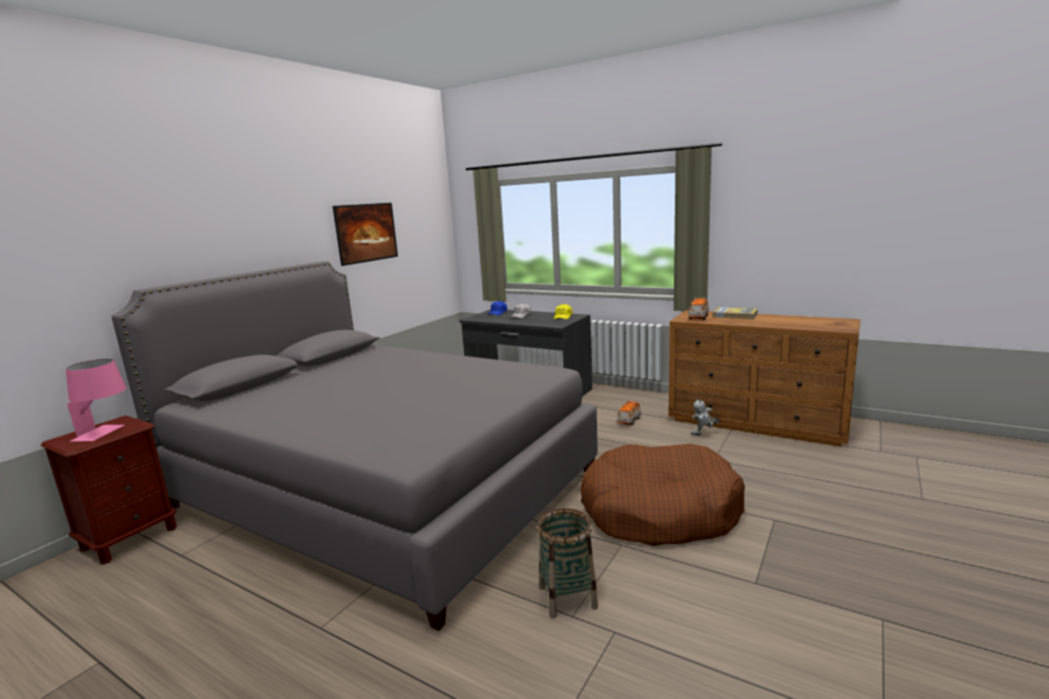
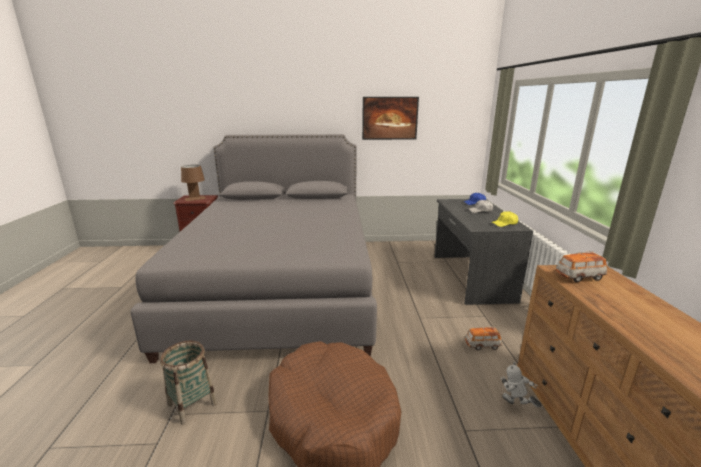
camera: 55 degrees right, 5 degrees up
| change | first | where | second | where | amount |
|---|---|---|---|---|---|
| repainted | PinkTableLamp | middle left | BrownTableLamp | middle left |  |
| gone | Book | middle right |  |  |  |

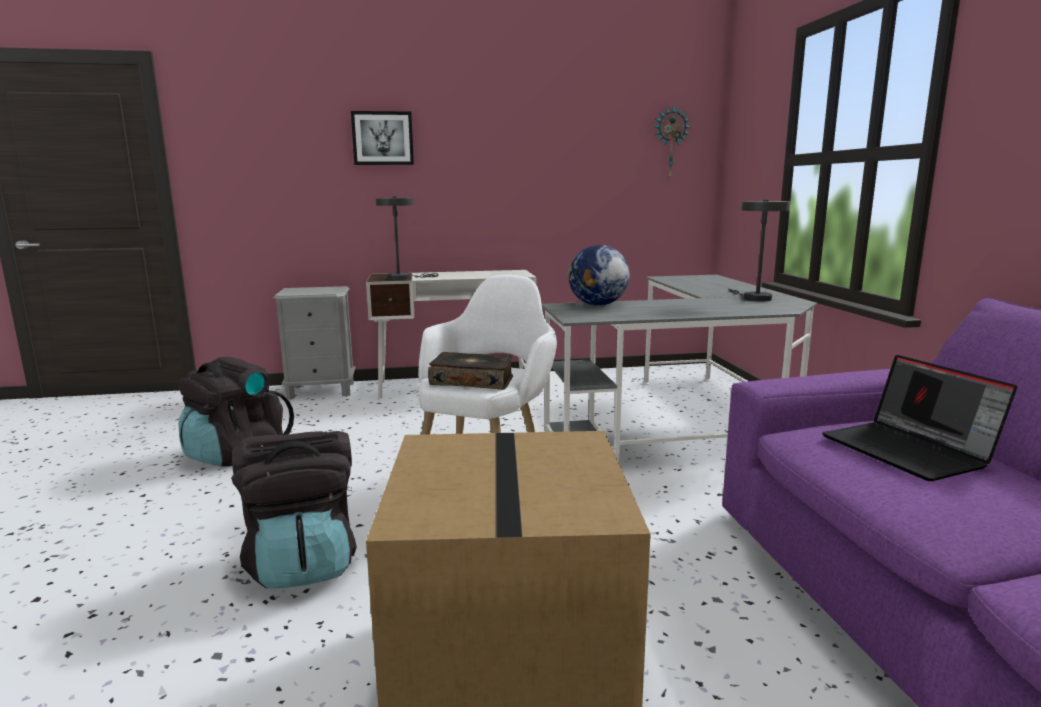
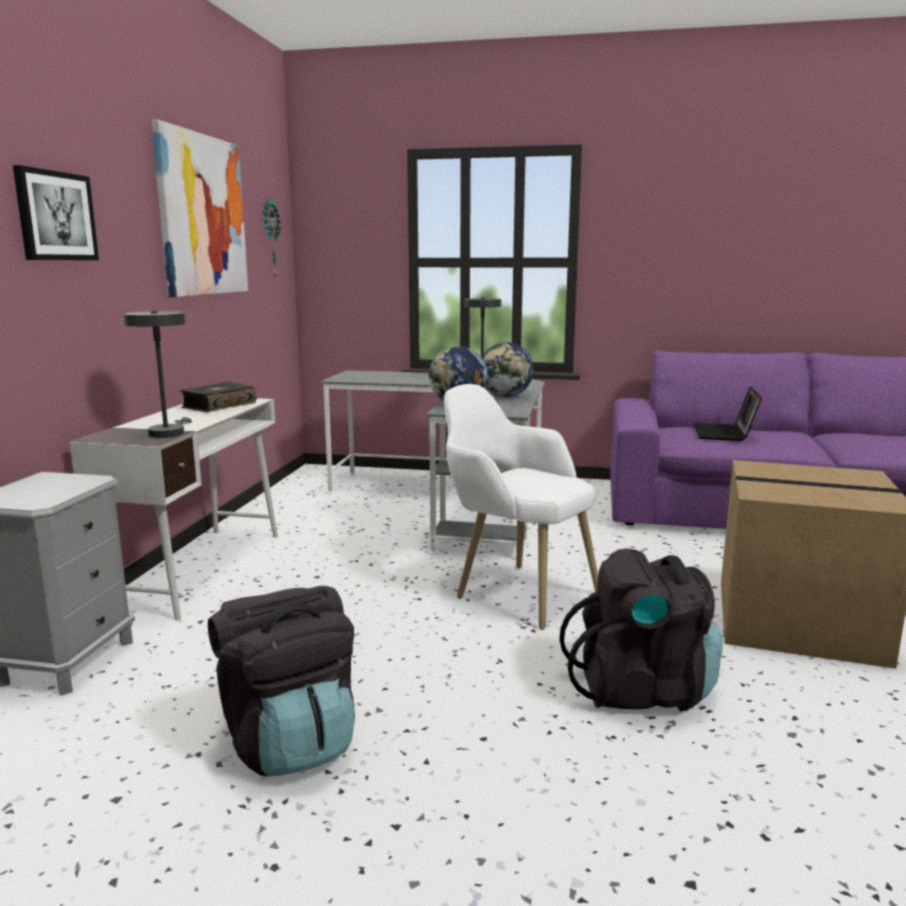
camera: 70 degrees left, 0 degrees up
| change | first | where | second | where | amount |
|---|---|---|---|---|---|
| new |  |  | Picture (no. 2 from left) | top left |  |
| shifted | Book | centre |  | middle left |  |
| new |  |  | Globe (no. 2 from left) | centre |  |
| rotated | Laptop | middle right |  | middle right | 105 degrees clockwise |

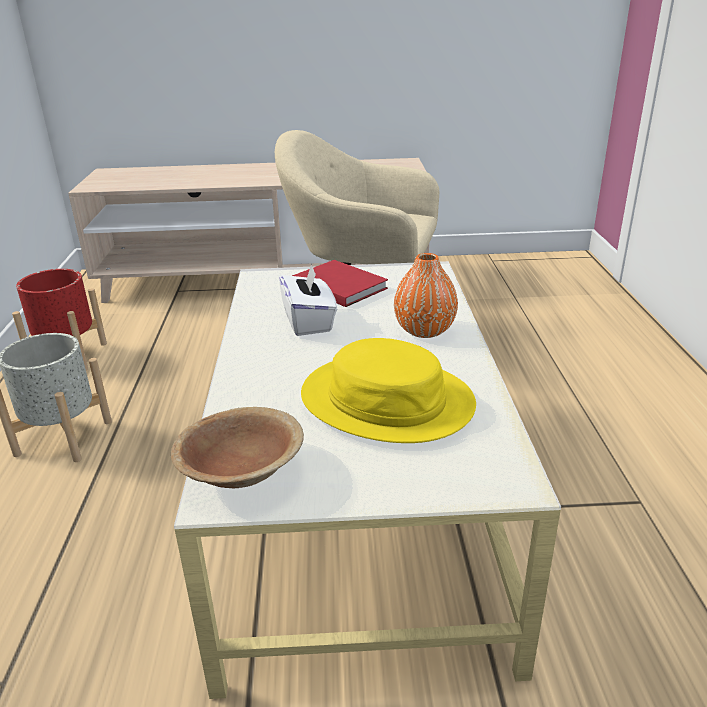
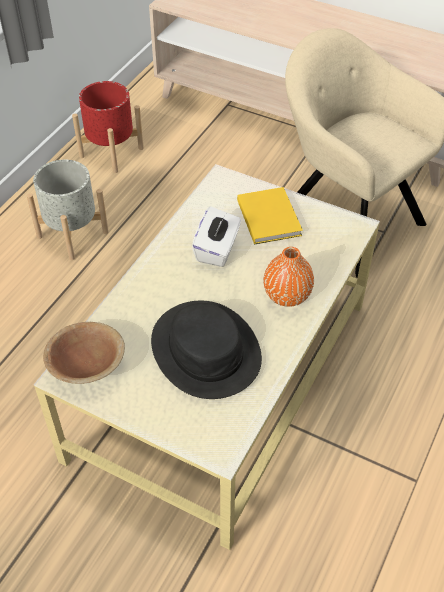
camera: 30 degrees right, 20 degrees up
| change | first | where | second | where | amount |
|---|---|---|---|---|---|
| repainted | YellowHat | centre | BlackHat | centre |  |
| repainted | RedBook | centre | YellowBook | centre |  |

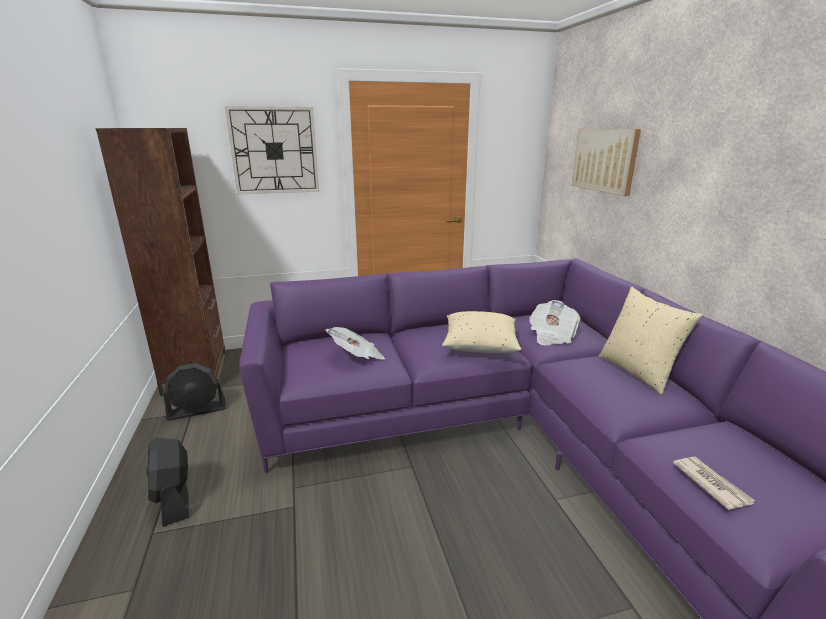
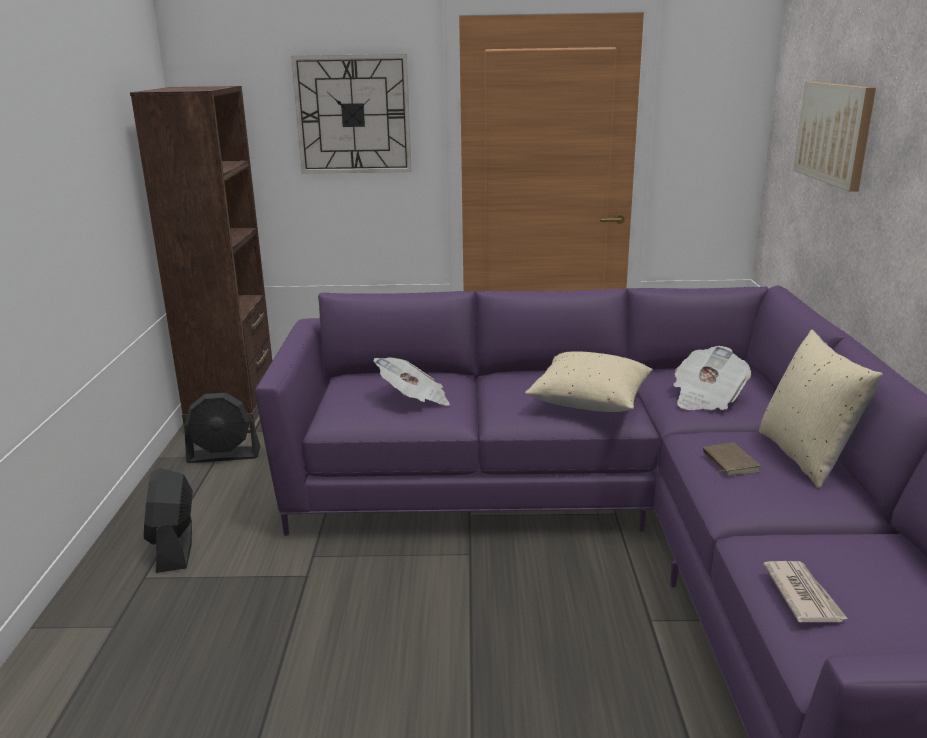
camera: 15 degrees right, 0 degrees up
| change | first | where | second | where | amount |
|---|---|---|---|---|---|
| new |  |  | BrownBook | middle right |  |

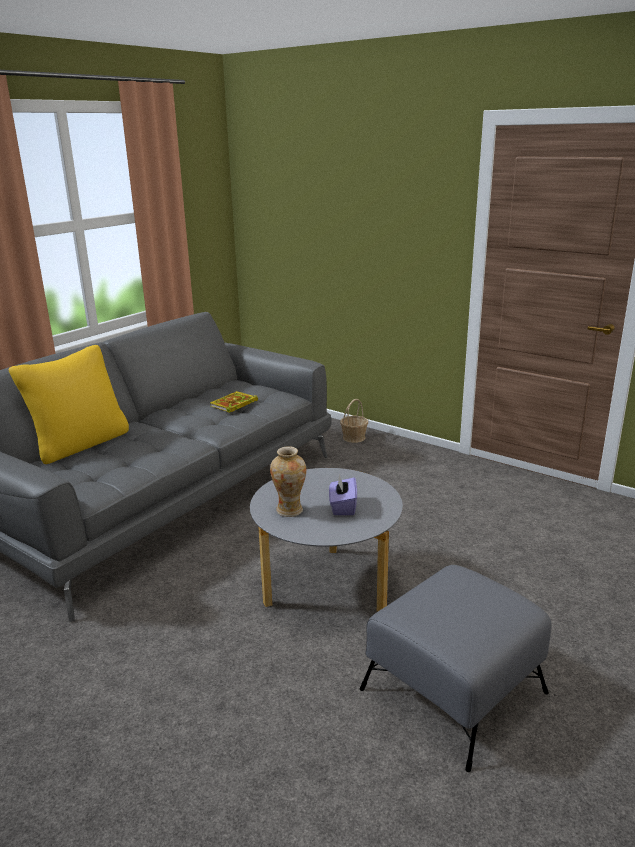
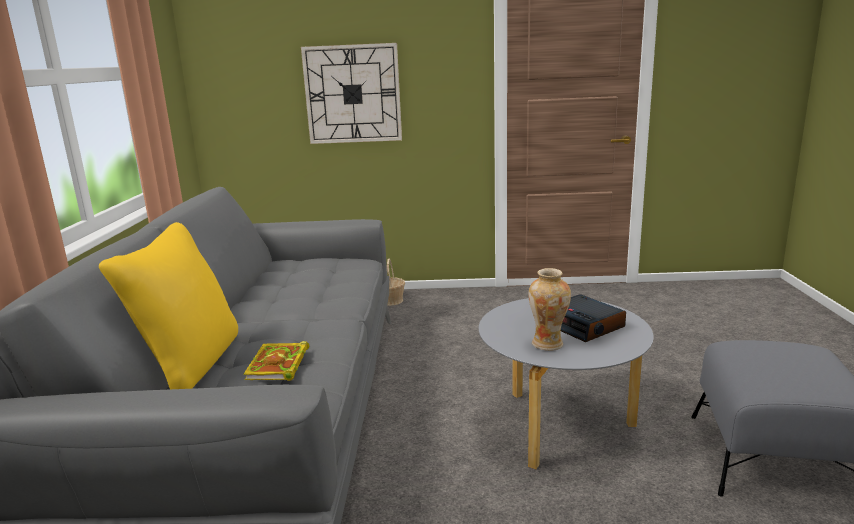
camera: 35 degrees left, 5 degrees down
| change | first | where | second | where | amount |
|---|---|---|---|---|---|
| shifted | Book | centre |  | bottom left |  |
| new |  |  | WallClock | top centre |  |
| swapped | PurpleTissueBox | centre | AlarmClock | middle right |  |

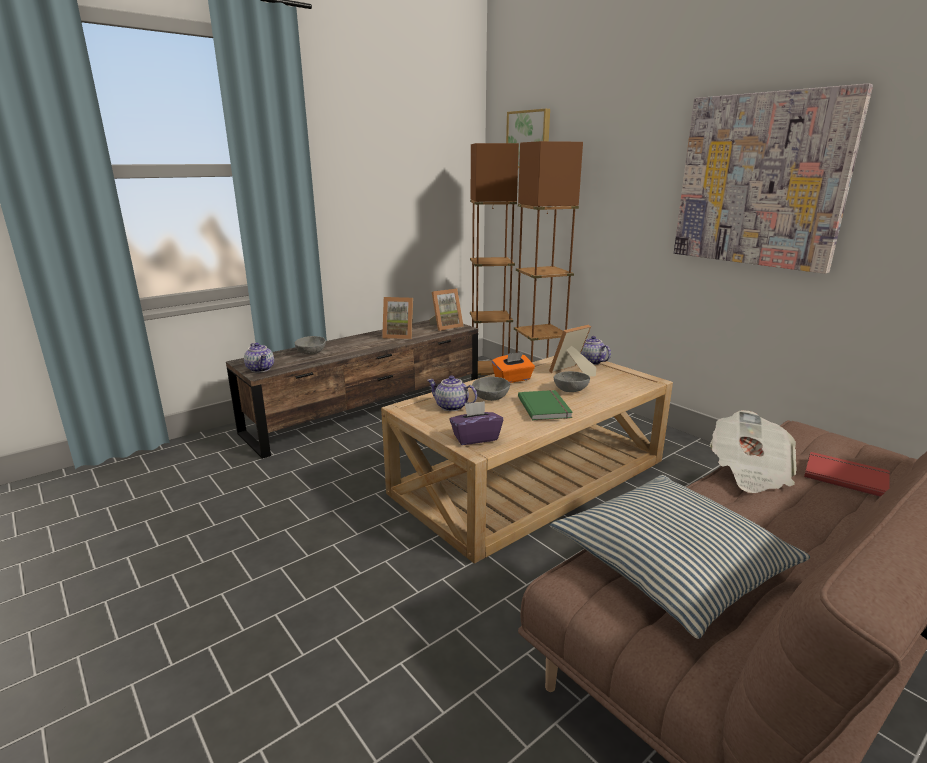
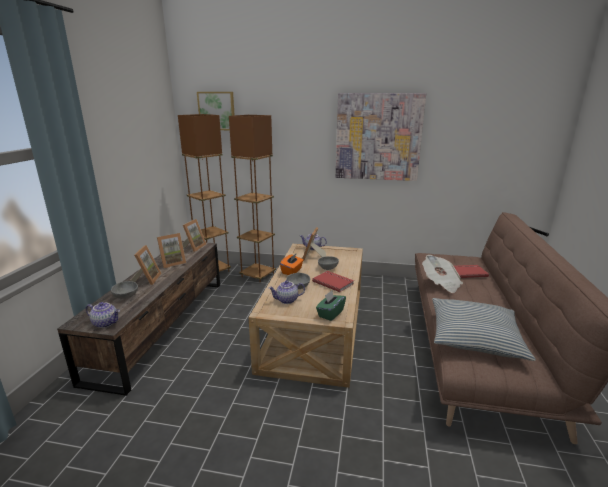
camera: 40 degrees left, 0 degrees up
| change | first | where | second | where | amount |
|---|---|---|---|---|---|
| new |  |  | PictureFrame (no. 1 from left) | middle left |  |
| repainted | GreenBook | centre | RedBook (no. 1 from left) | centre |  |
| repainted | PurpleTissueBox | centre | GreenTissueBox | centre |  |

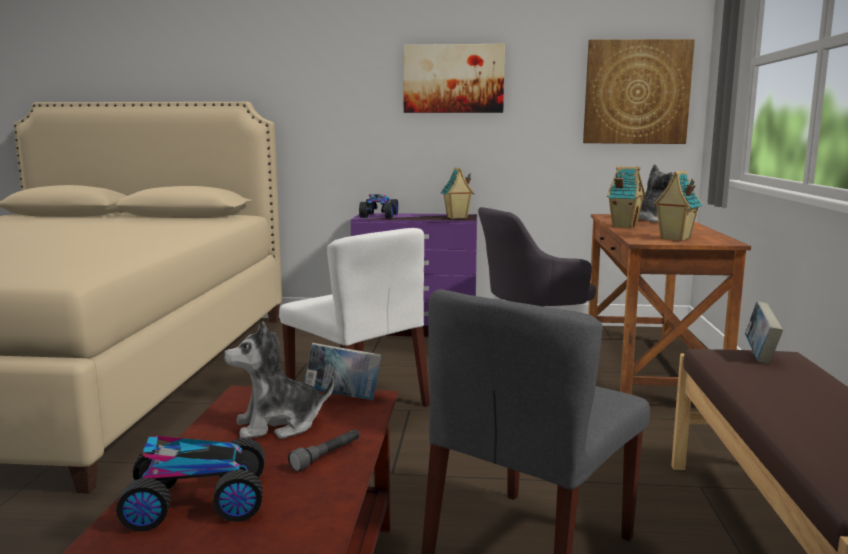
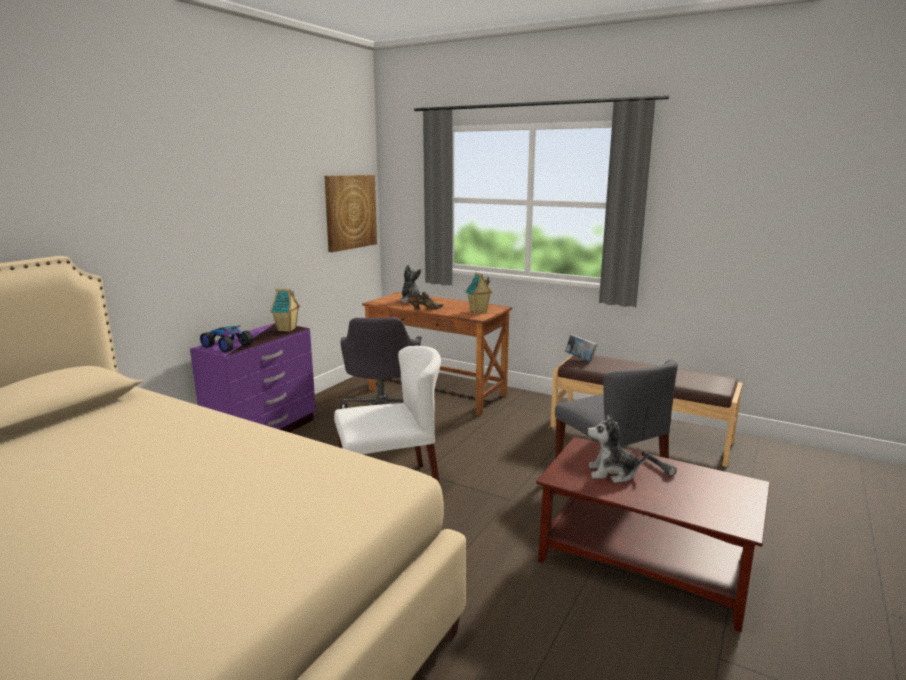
camera: 65 degrees left, 5 degrees up
| change | first | where | second | where | amount |
|---|---|---|---|---|---|
| swapped | ToyHouse (no. 2 from left) | middle right | BrownShoe | centre |  |
| rotated | PlushToy (no. 1 from left in the first image) | bottom left | PlushToy (no. 2 from left) | middle right | 90 degrees clockwise |
| gone | ToyCar (no. 1 from left) | bottom left |  |  |  |
| gone | Book (no. 1 from left) | bottom centre |  |  |  |
| gone | Picture (no. 1 from left) | top centre |  |  |  |

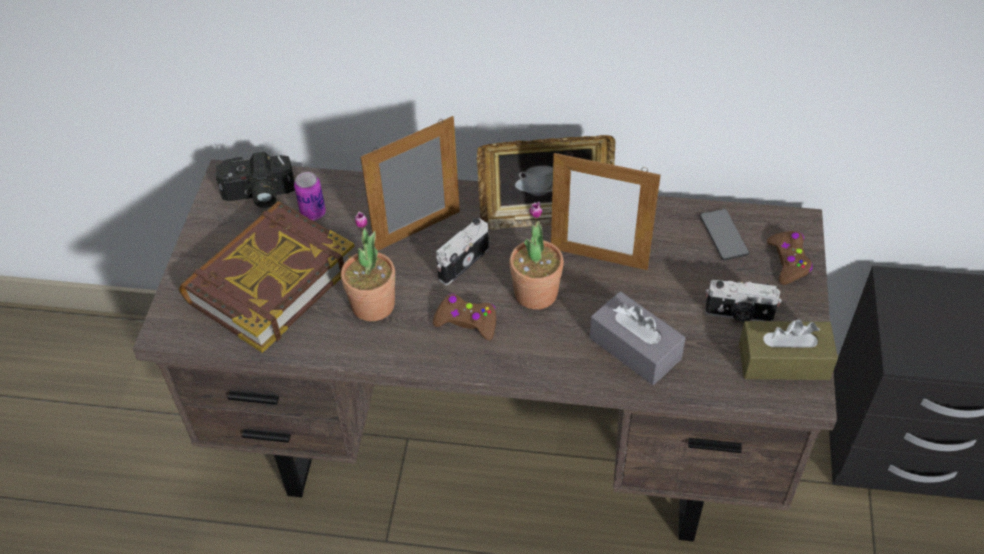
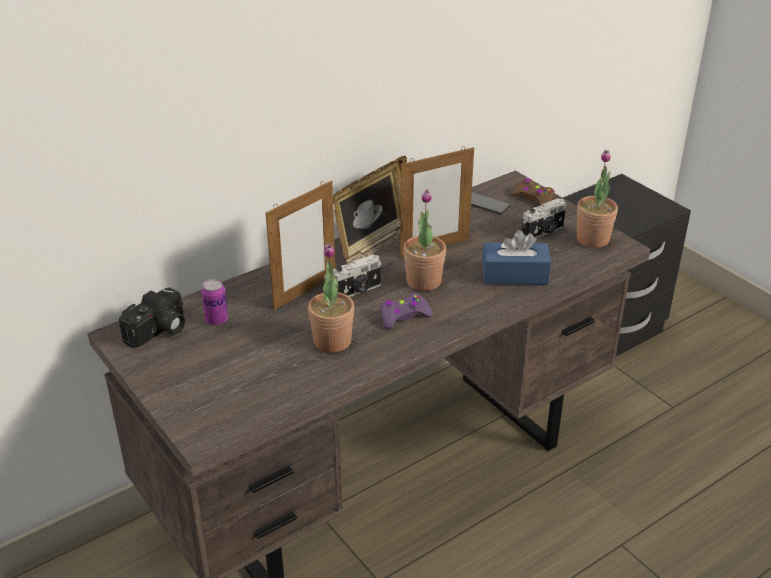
camera: 45 degrees left, 15 degrees down
| change | first | where | second | where | amount |
|---|---|---|---|---|---|
| rotated | PictureFrame (no. 1 from left) | top centre |  | centre | 150 degrees counterclockwise |
| rotated | PhotoCamera (no. 2 from left) | centre |  | centre | 120 degrees counterclockwise |
| repainted | BrownGameController (no. 1 from left) | centre | PurpleGameController | centre |  |
| repainted | GreyTissueBox | centre | BlueTissueBox | middle right |  |
| swapped | BrownTissueBox | middle right | PottedPlant (no. 3 from left) | middle right |  |
| gone | Book | middle left |  |  |  |

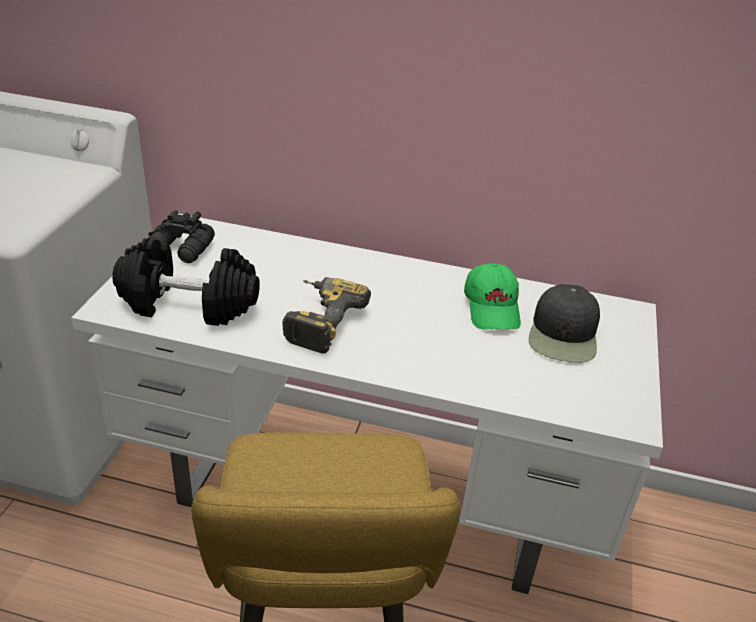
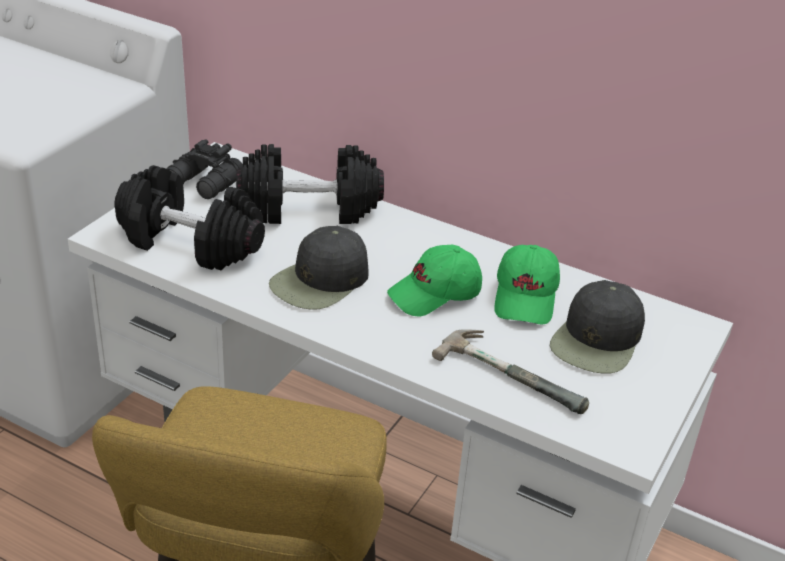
camera: 15 degrees right, 0 degrees up
| change | first | where | second | where | amount |
|---|---|---|---|---|---|
| new |  |  | BlackDumbbell (no. 2 from left) | top centre |  |
| swapped | PowerDrill | centre | BlackCap (no. 1 from left) | centre |  |
| new |  |  | GreenCap (no. 1 from left) | centre |  |
| new |  |  | Hammer | centre |  |

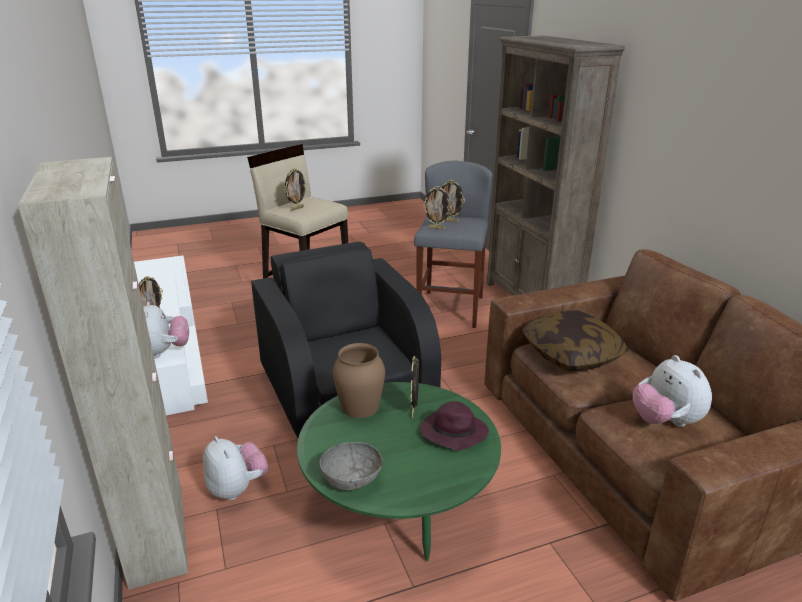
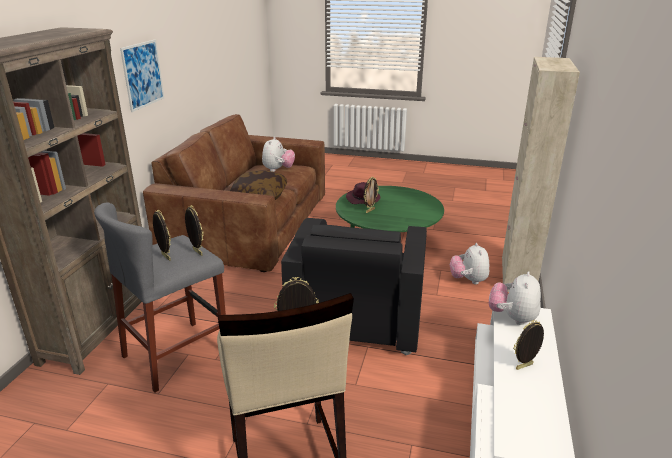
camera: 145 degrees left, 0 degrees up
| change | first | where | second | where | amount |
|---|---|---|---|---|---|
| new |  |  | Picture | top left |  |
| gone | GreyBowl | bottom centre |  |  |  |
| gone | BrownVase | centre |  |  |  |

